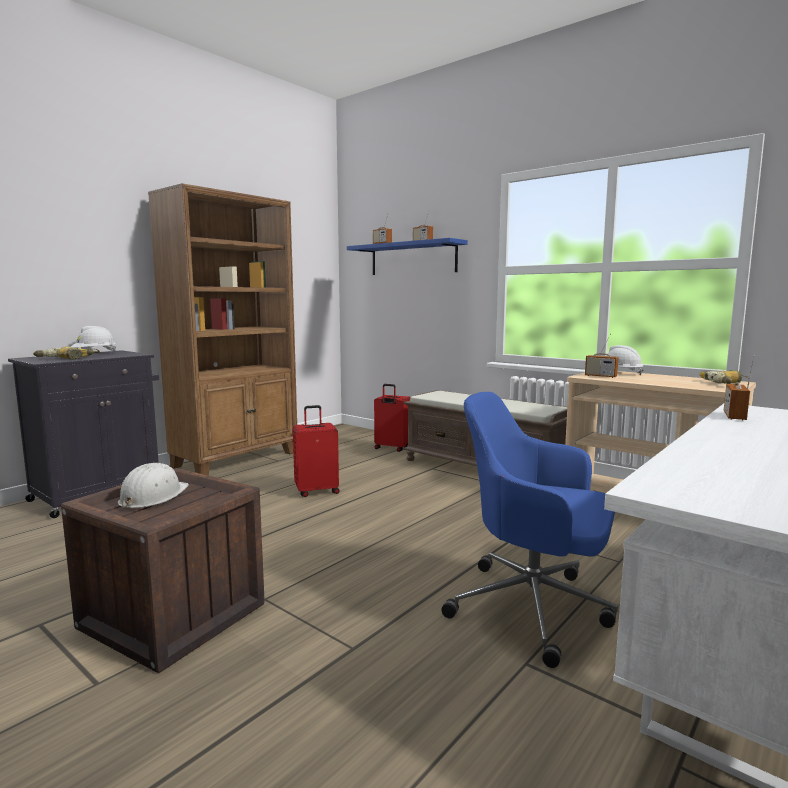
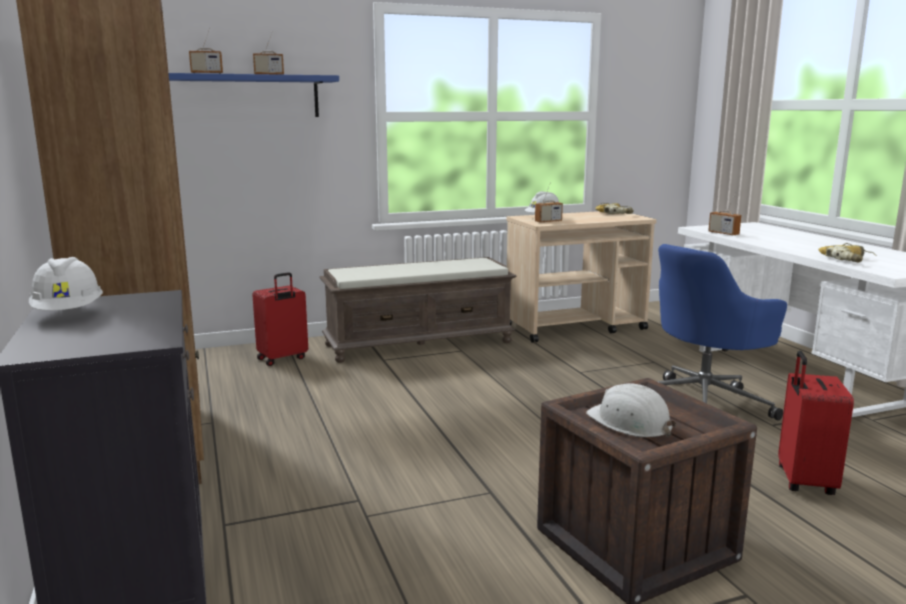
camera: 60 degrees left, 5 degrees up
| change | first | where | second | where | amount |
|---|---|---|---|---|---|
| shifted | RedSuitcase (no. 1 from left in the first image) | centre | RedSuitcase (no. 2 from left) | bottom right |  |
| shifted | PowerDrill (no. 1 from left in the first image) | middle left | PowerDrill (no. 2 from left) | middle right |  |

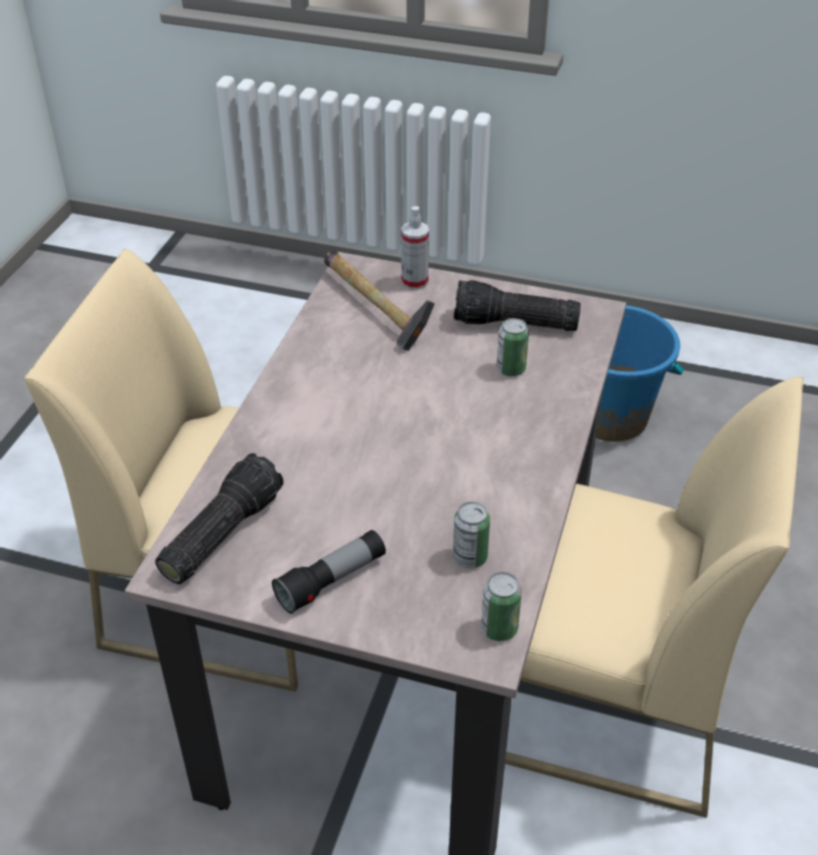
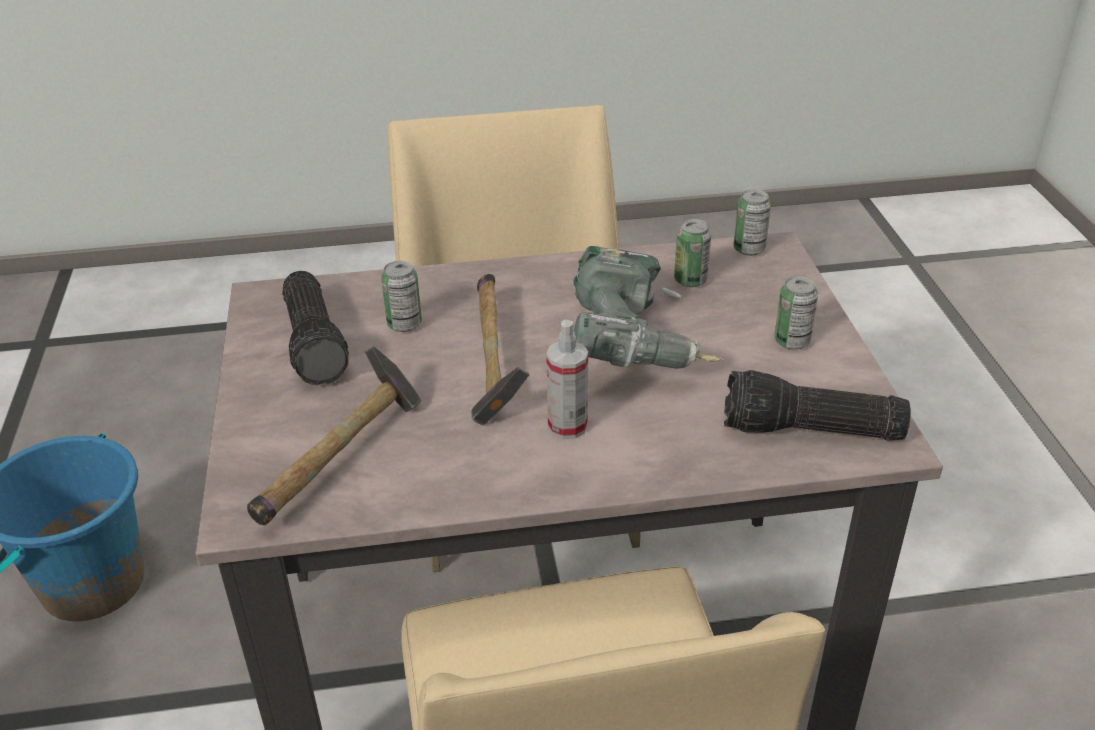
camera: 115 degrees left, 5 degrees down
| change | first | where | second | where | amount |
|---|---|---|---|---|---|
| new |  |  | Hammer (no. 2 from left) | centre |  |
| shifted | SprayBottle | top centre |  | centre |  |
| new |  |  | PowerDrill | centre |  |
| swapped | Flashlight (no. 2 from left) | bottom centre | Can (no. 4 from left) | middle right |  |

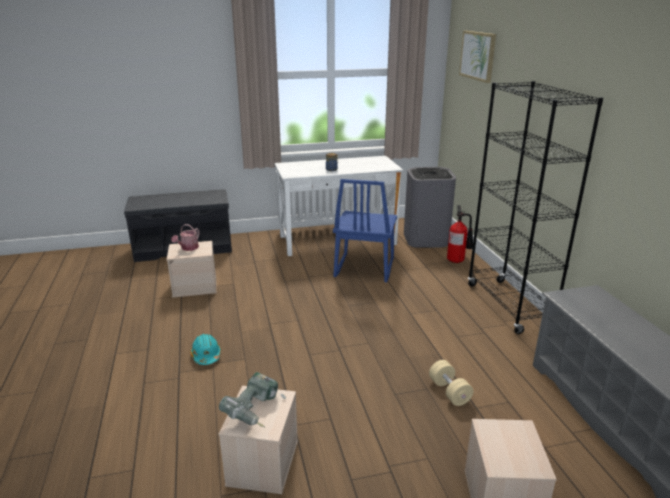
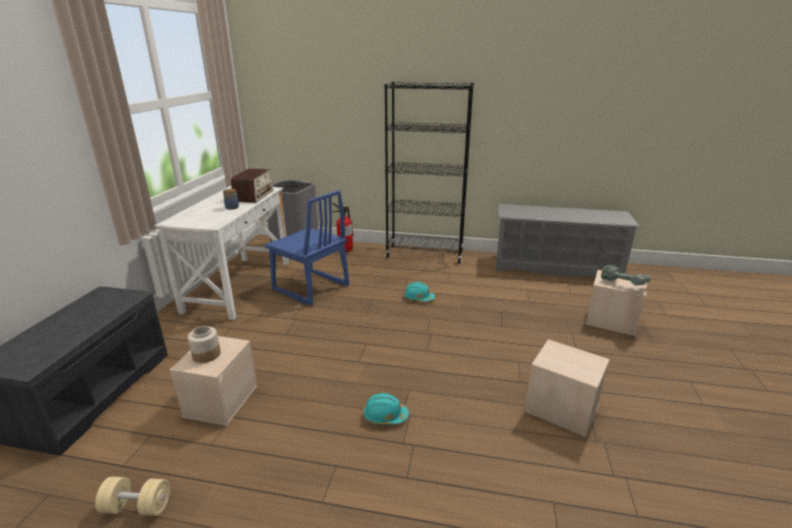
camera: 65 degrees left, 0 degrees up
| change | first | where | second | where | amount |
|---|---|---|---|---|---|
| shifted | BeigeDumbbell | bottom right |  | bottom left |  |
| swapped | WateringCan | middle left | Jar (no. 1 from left) | middle left |  |
| new |  |  | Radio | middle left |  |
| new |  |  | TurquoiseHardHat (no. 2 from left) | centre |  |
| shifted | PowerDrill | bottom centre |  | middle right |  |
| gone | Picture | top right |  |  |  |

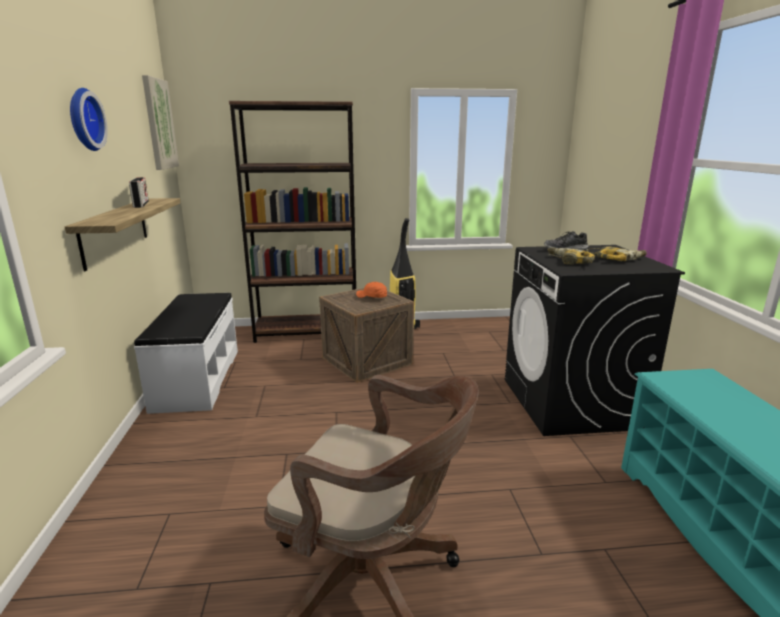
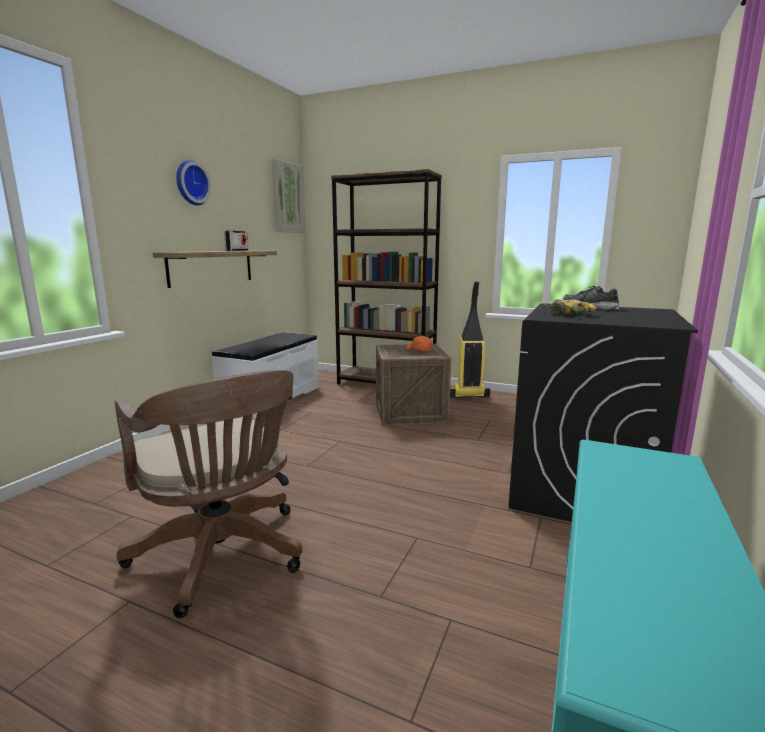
camera: 30 degrees right, 5 degrees down
| change | first | where | second | where | amount |
|---|---|---|---|---|---|
| gone | PowerDrill (no. 2 from left) | middle right |  |  |  |

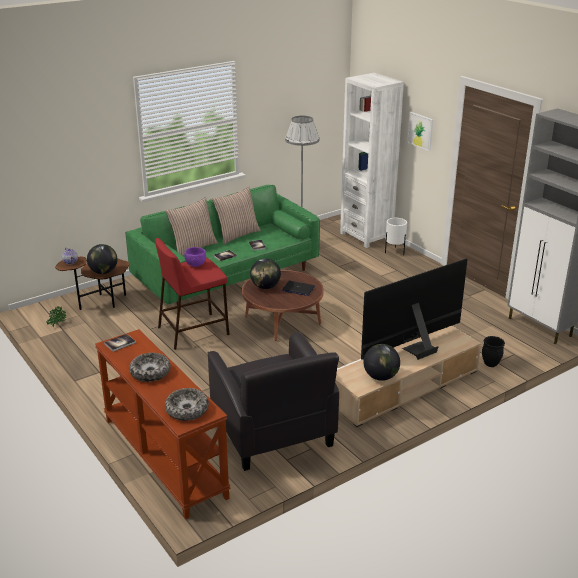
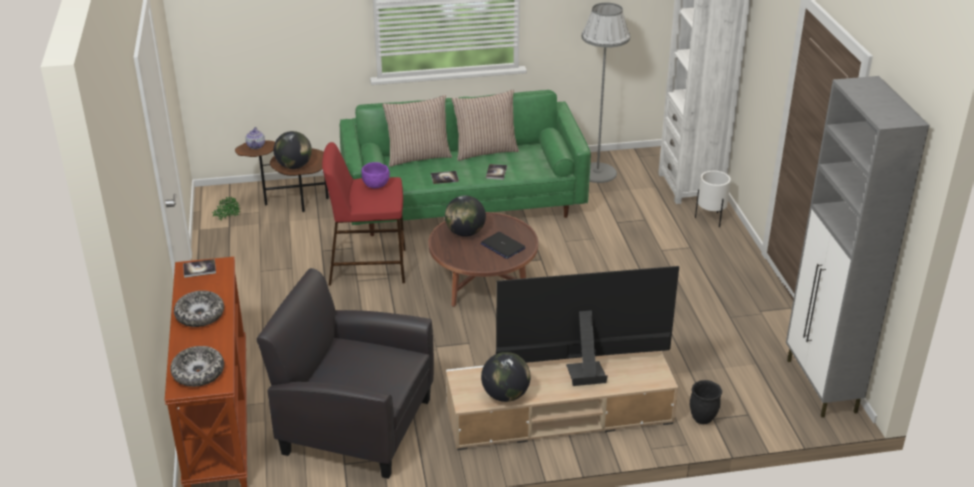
camera: 25 degrees right, 5 degrees up
| change | first | where | second | where | amount |
|---|---|---|---|---|---|
| rotated | BlackArmchair | bottom centre |  | bottom centre | 105 degrees clockwise |
| gone | Picture | top right |  |  |  |

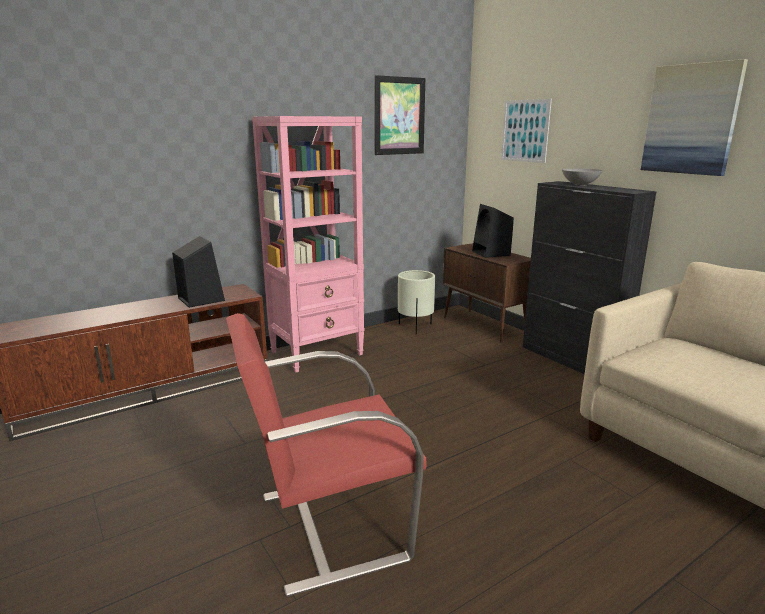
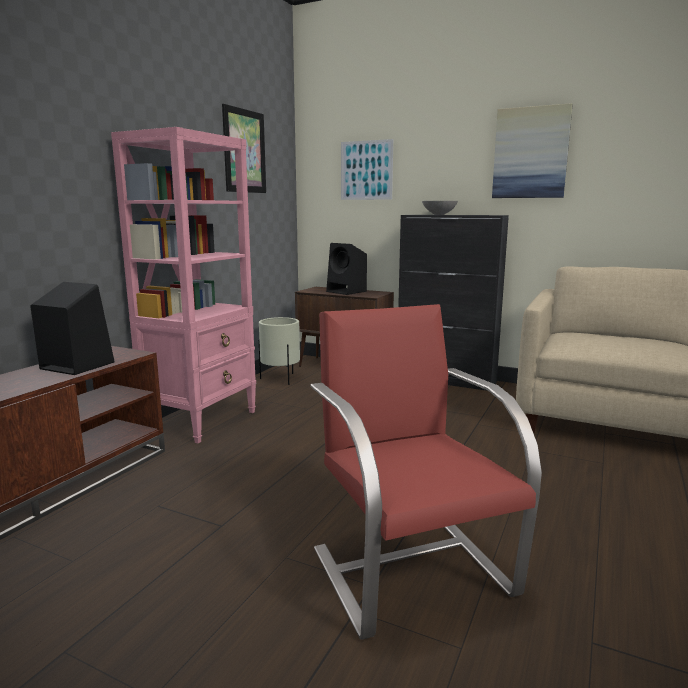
camera: 30 degrees left, 5 degrees down
| change | first | where | second | where | amount |
|---|---|---|---|---|---|
| rotated | RedArmchair | bottom centre |  | bottom centre | 120 degrees clockwise |

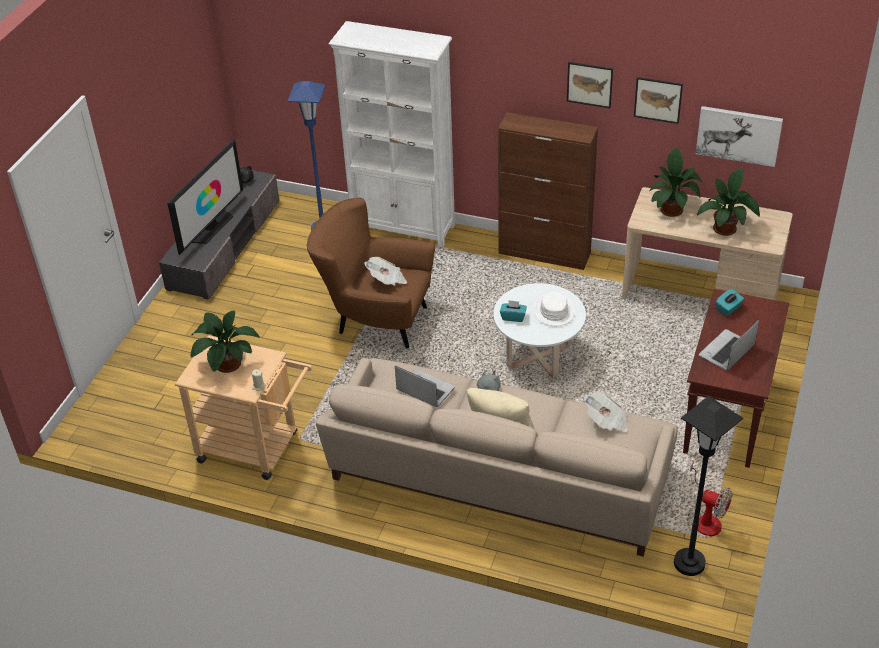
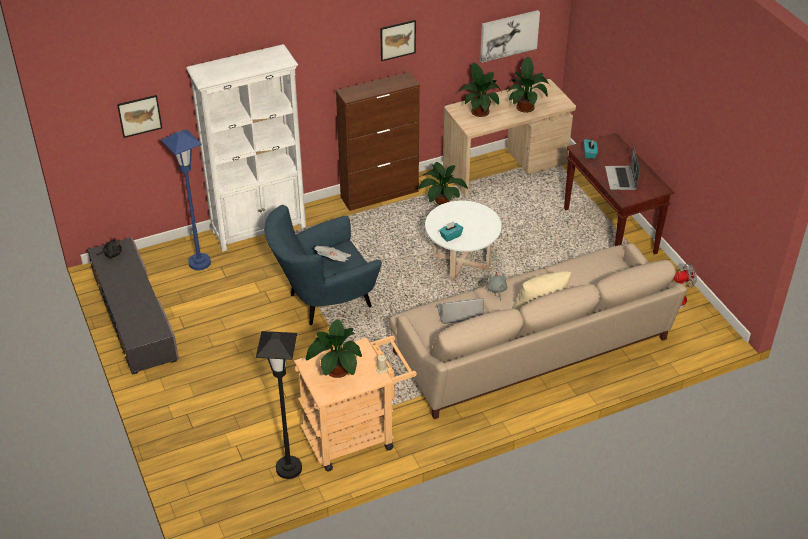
camera: 45 degrees left, 0 degrees up
| change | first | where | second | where | amount |
|---|---|---|---|---|---|
| shifted | Picture (no. 2 from left in the first image) | top right | Picture (no. 1 from left) | top left |  |
| shifted | BlackFloorLamp | bottom right |  | bottom centre |  |
| repainted | BrownArmchair | centre | BlueArmchair | centre |  |
| new |  |  | PottedPlant (no. 2 from left) | centre |  |
| gone | Television | top left |  |  |  |
| gone | WhiteHat | centre |  |  |  |
| gone | Newspaper (no. 2 from left) | middle right |  |  |  |

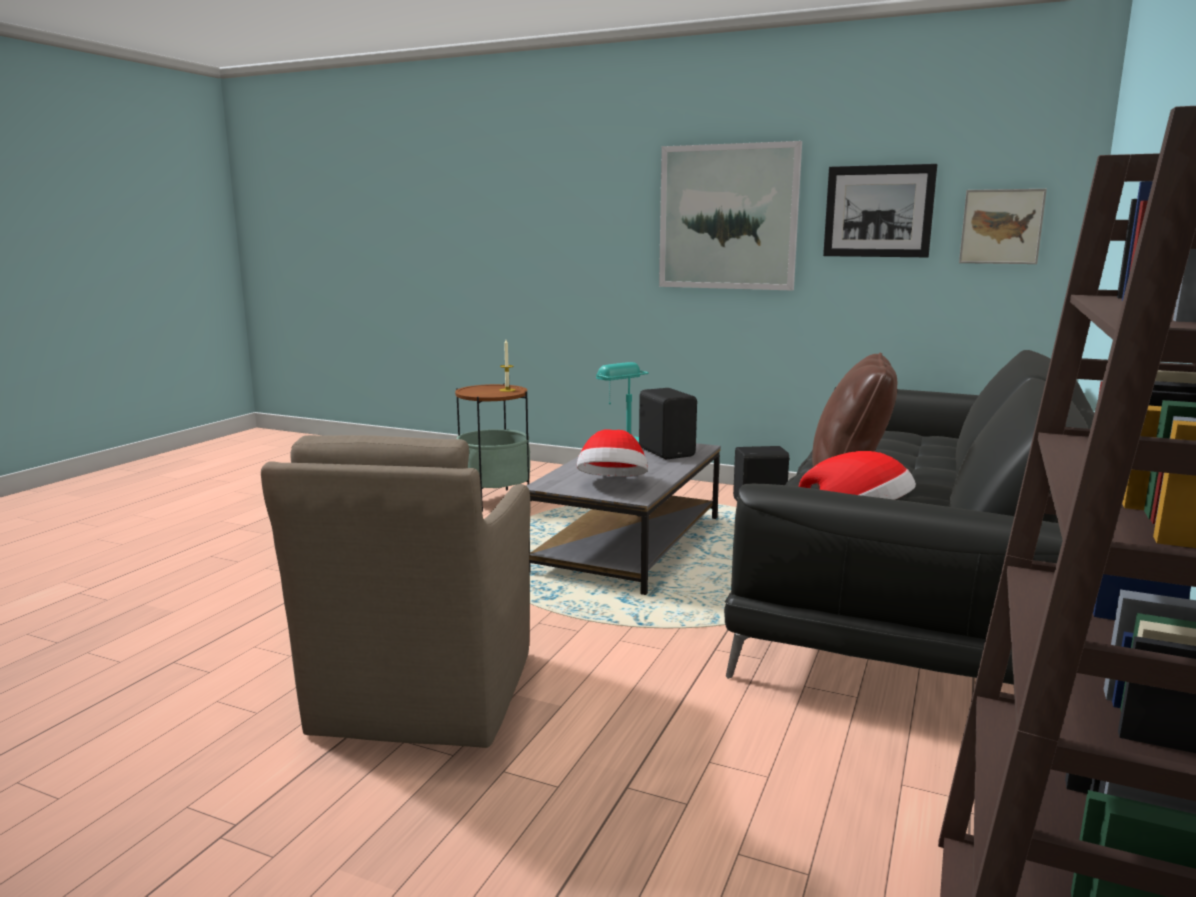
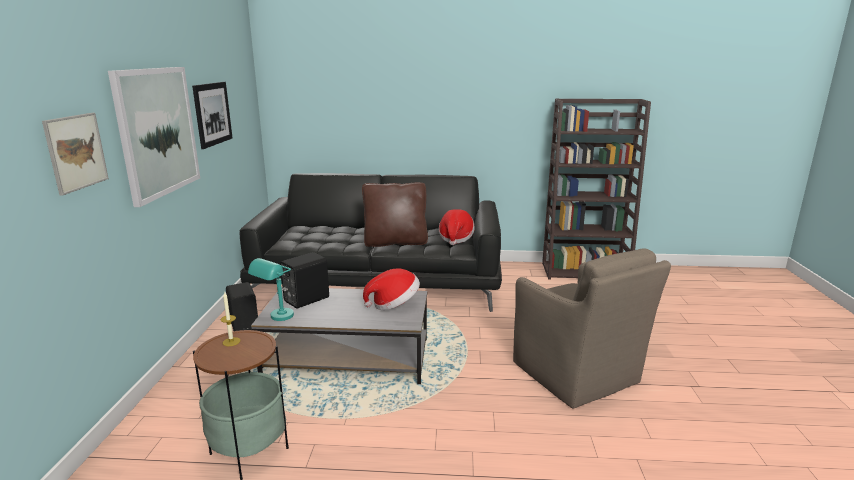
camera: 110 degrees left, 5 degrees up
| change | first | where | second | where | amount |
|---|---|---|---|---|---|
| shifted | Picture (no. 3 from left in the first image) | top right | Picture (no. 1 from left) | top left |  |
| rotated | BrownArmchair | middle left |  | bottom right | 75 degrees clockwise |

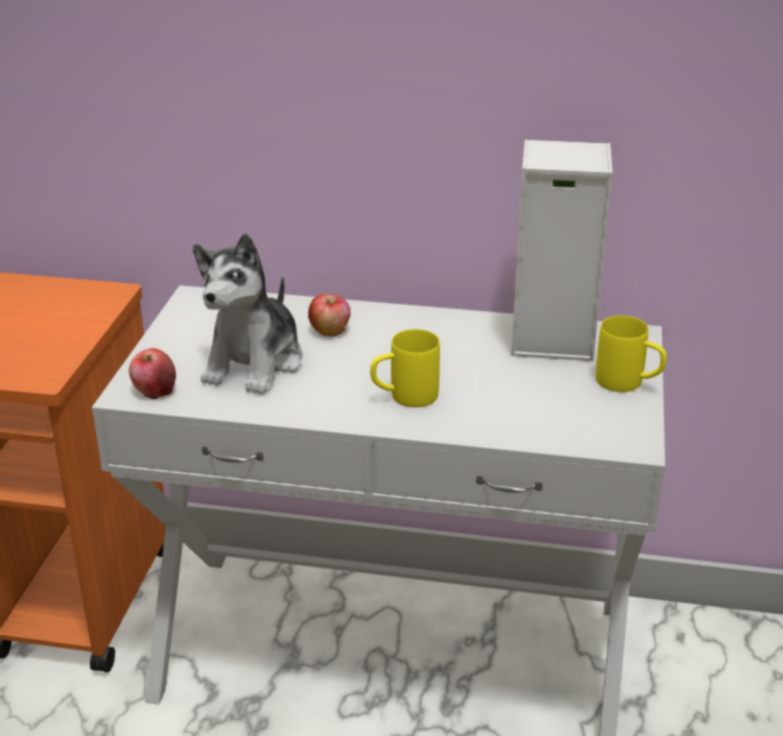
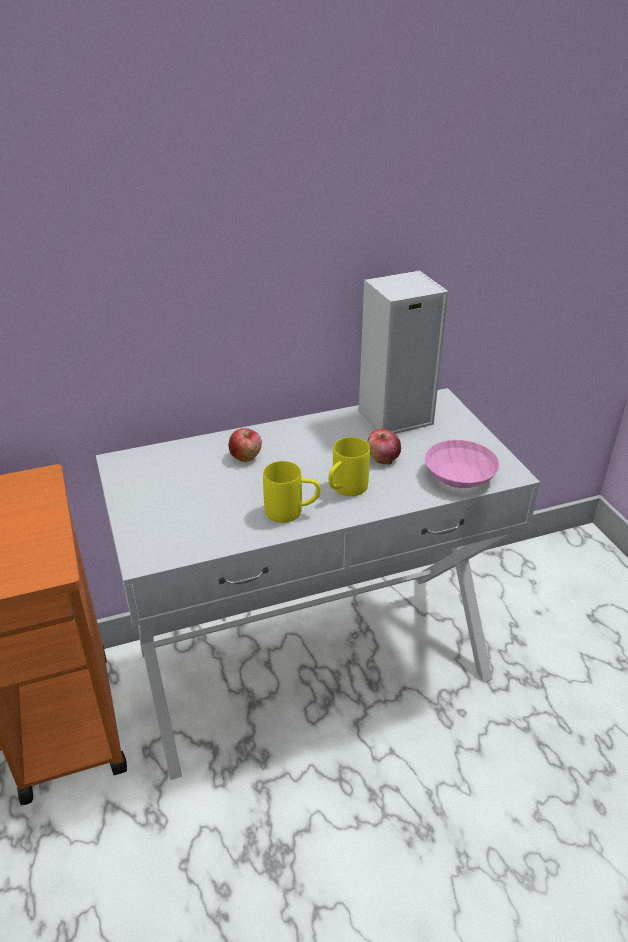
camera: 30 degrees left, 5 degrees up
| change | first | where | second | where | amount |
|---|---|---|---|---|---|
| shifted | YellowMug (no. 2 from left in the first image) | middle right | YellowMug (no. 1 from left) | centre |  |
| shifted | Apple (no. 1 from left in the first image) | middle left | Apple (no. 2 from left) | centre |  |
| new |  |  | PinkBowl | middle right |  |
| gone | PlushToy | middle left |  |  |  |

